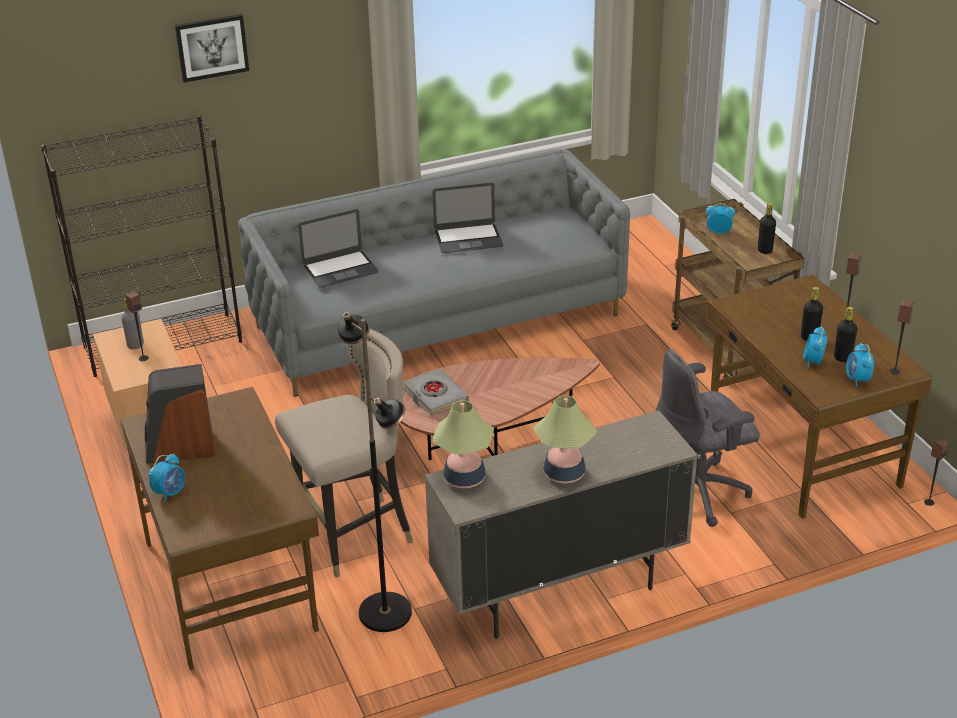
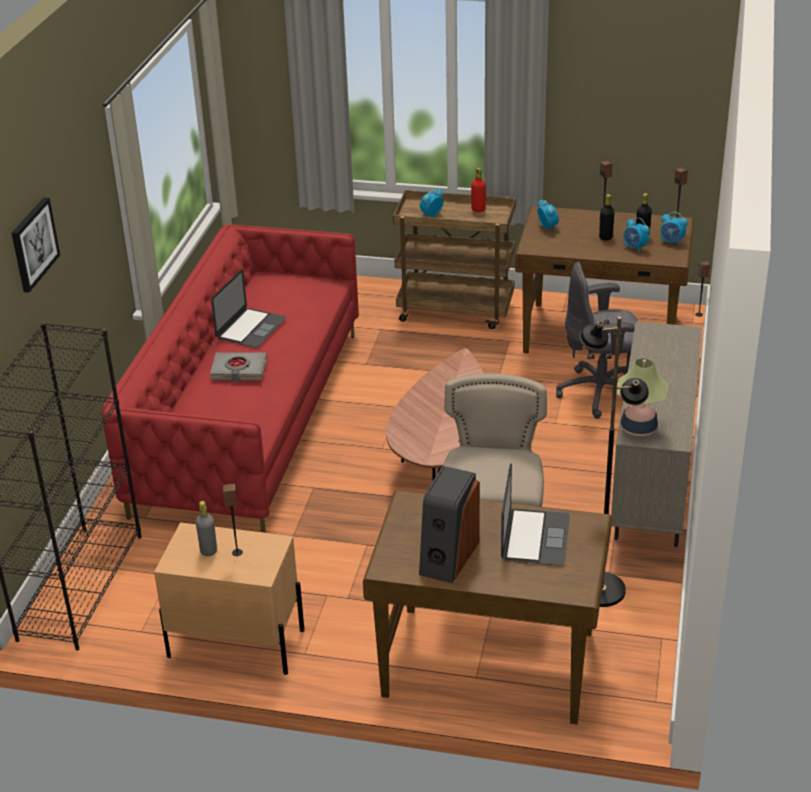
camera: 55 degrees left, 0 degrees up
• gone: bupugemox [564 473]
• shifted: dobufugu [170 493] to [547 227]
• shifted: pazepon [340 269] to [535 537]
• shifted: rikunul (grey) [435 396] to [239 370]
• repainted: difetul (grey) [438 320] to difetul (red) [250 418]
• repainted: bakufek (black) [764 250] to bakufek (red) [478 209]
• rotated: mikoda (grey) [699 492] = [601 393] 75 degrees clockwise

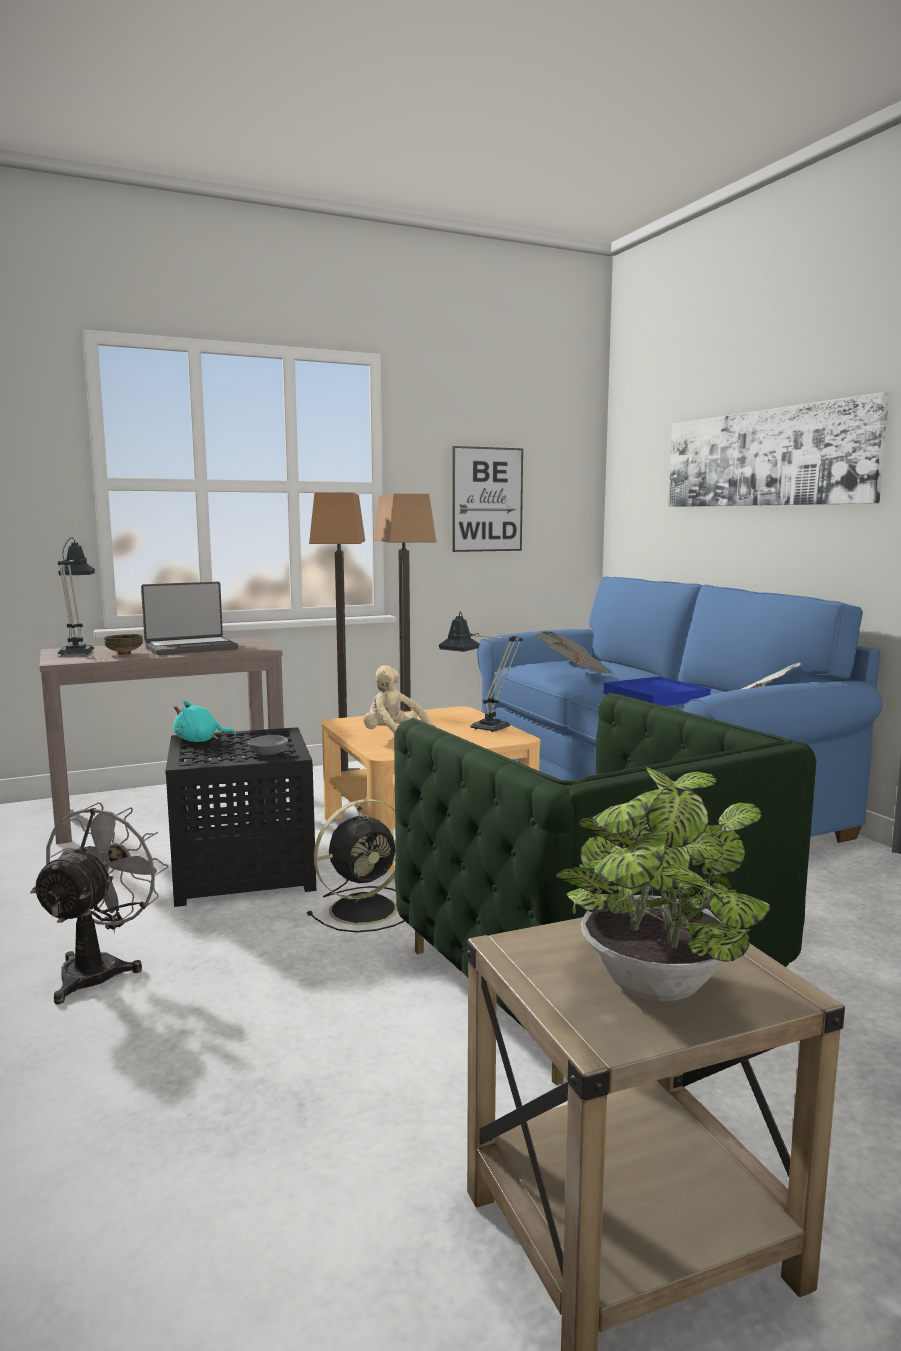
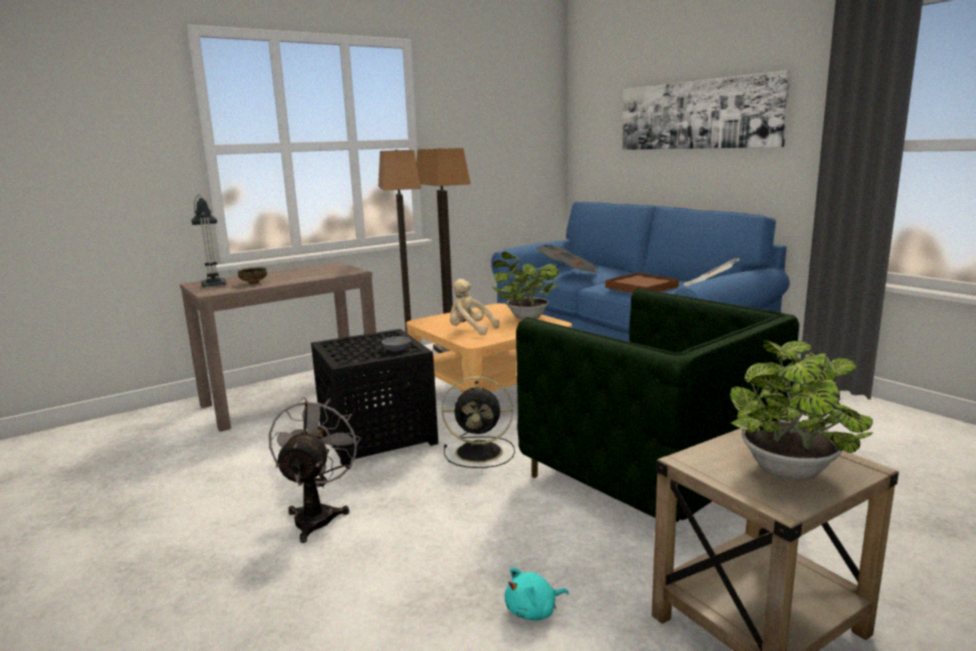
camera: 10 degrees left, 5 degrees up
• gone: pazepon [191 648]
• gone: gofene [487 499]
• shifted: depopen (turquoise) [200 741] to [534 611]
• swapped: bupugemox [482 727] to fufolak [525 317]
• repainted: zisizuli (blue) [655 696] to zisizuli (brown) [641 287]
• rotated: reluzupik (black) [366 909] = [481 452] 45 degrees clockwise

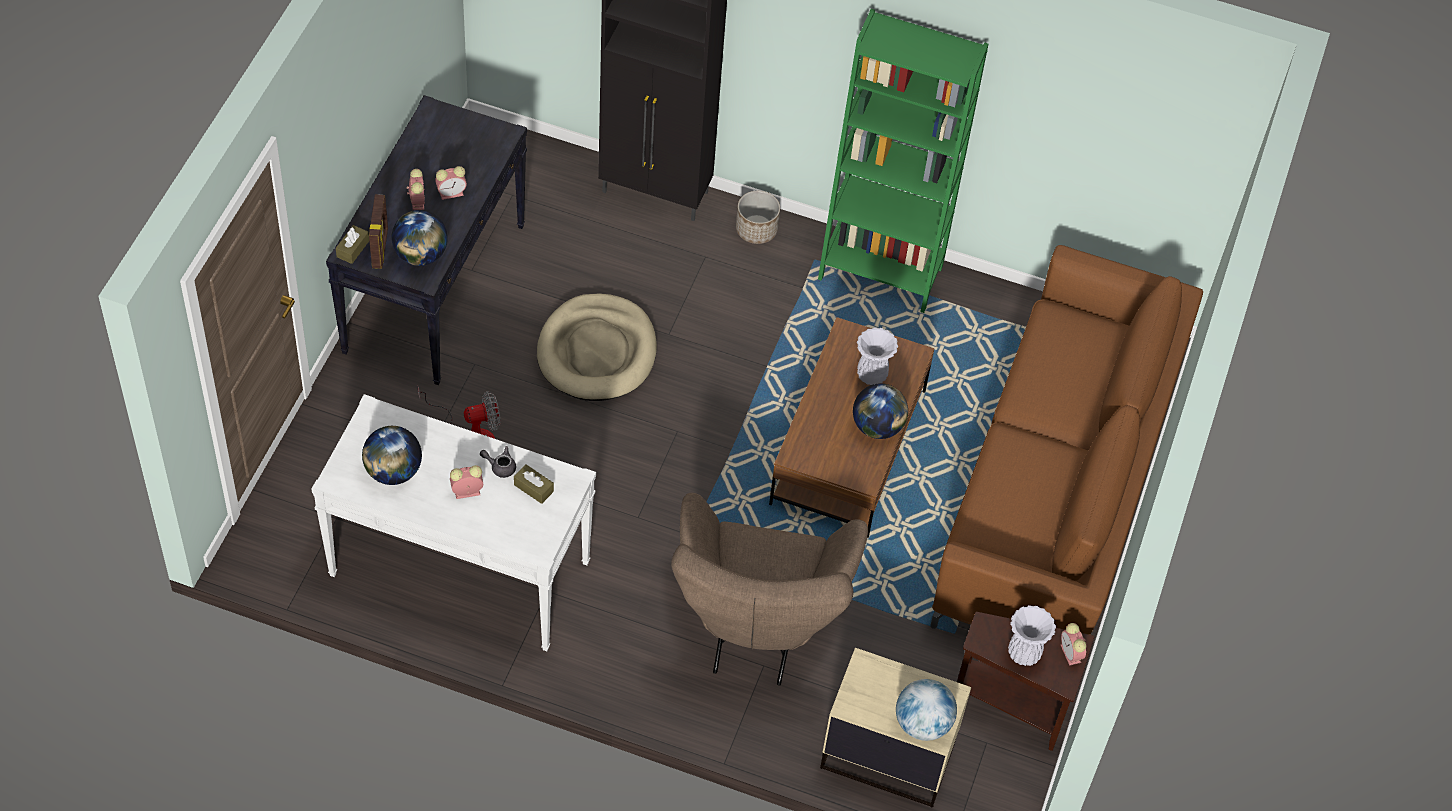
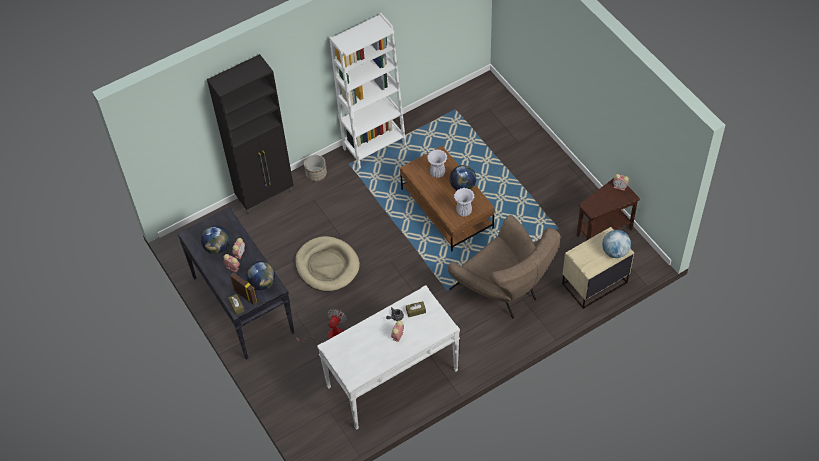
camera: 45 degrees left, 0 degrees up
• gone: difetul (brown) [1054 494]
• shifted: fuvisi [393 471] to [217 247]
• shifted: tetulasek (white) [1023 654] to [463 212]
• repainted: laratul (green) [880 272] to laratul (white) [374 146]

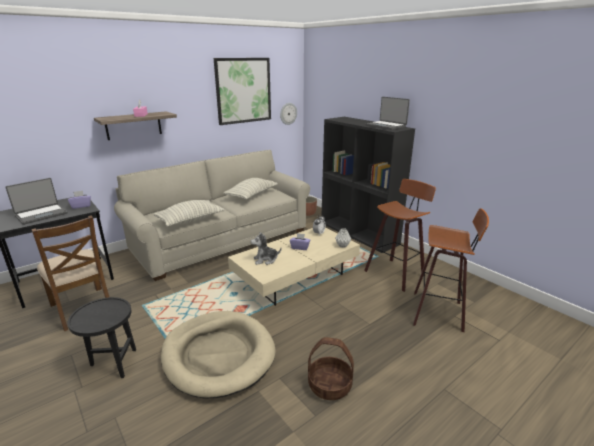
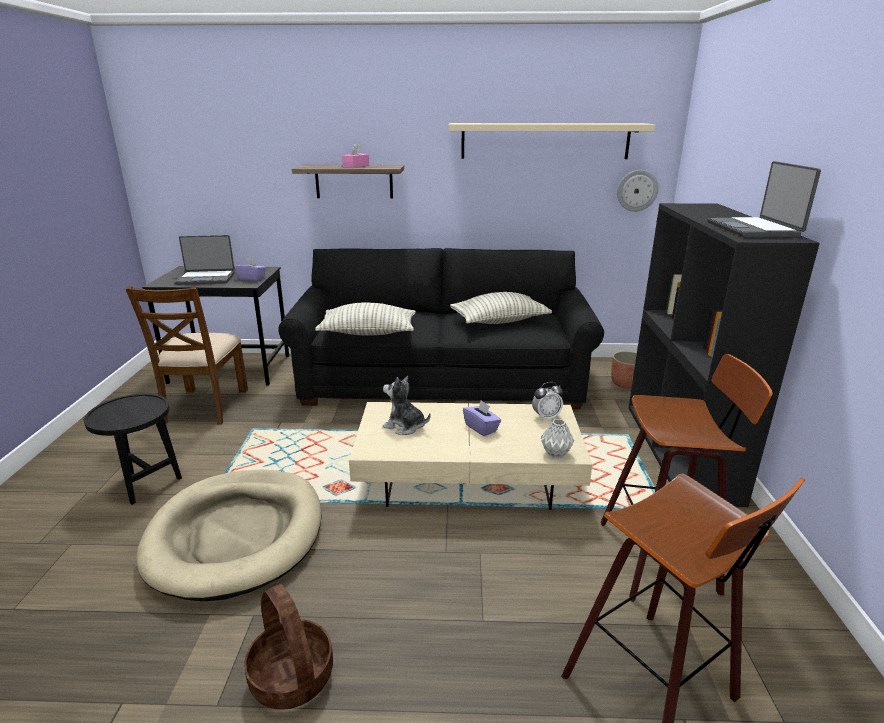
camera: 40 degrees right, 0 degrees up
• swapped: gofene [243 90] to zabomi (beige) [545 141]
• repainted: difetul (beige) [221 240] to difetul (black) [442 380]

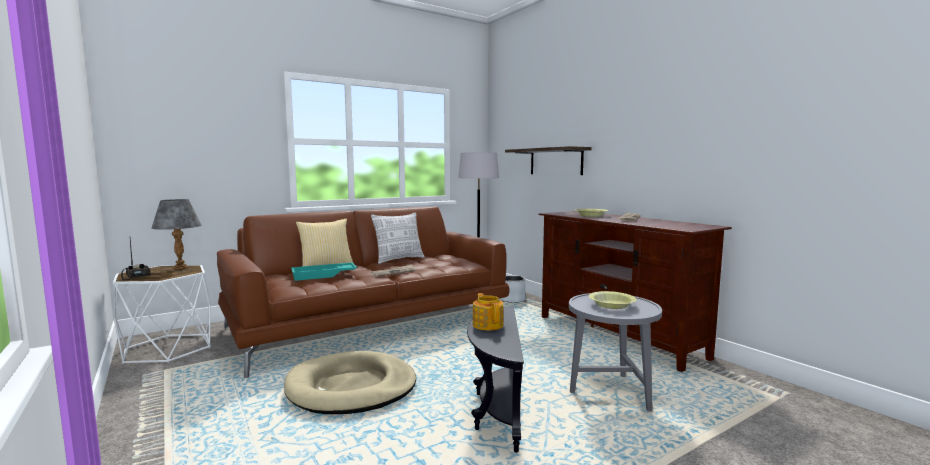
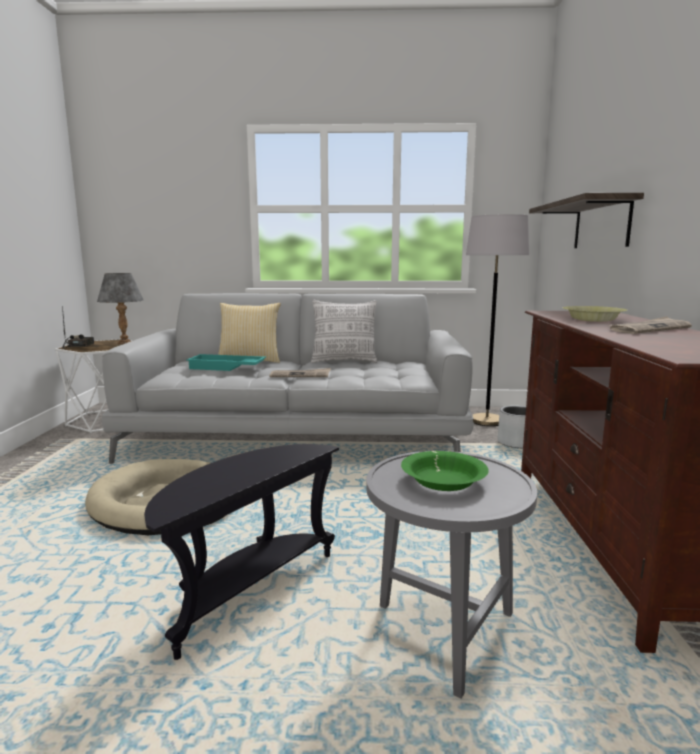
camera: 35 degrees right, 5 degrees up
• gone: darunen [488 325]
• repainted: difetul (brown) [371 323] to difetul (grey) [299 435]
• repainted: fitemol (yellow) [611 305] to fitemol (green) [443 481]

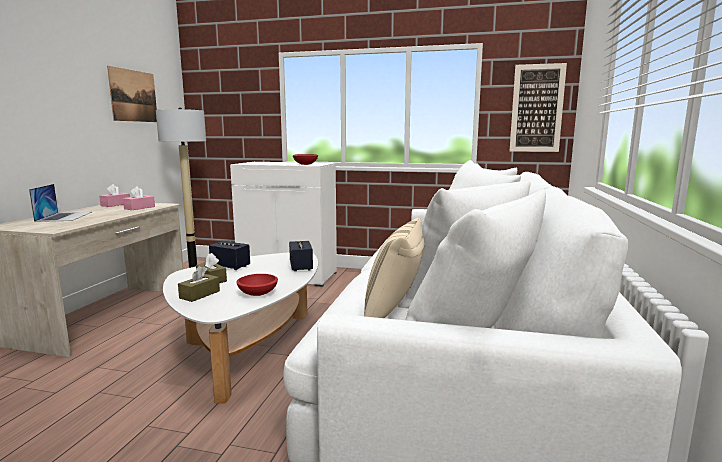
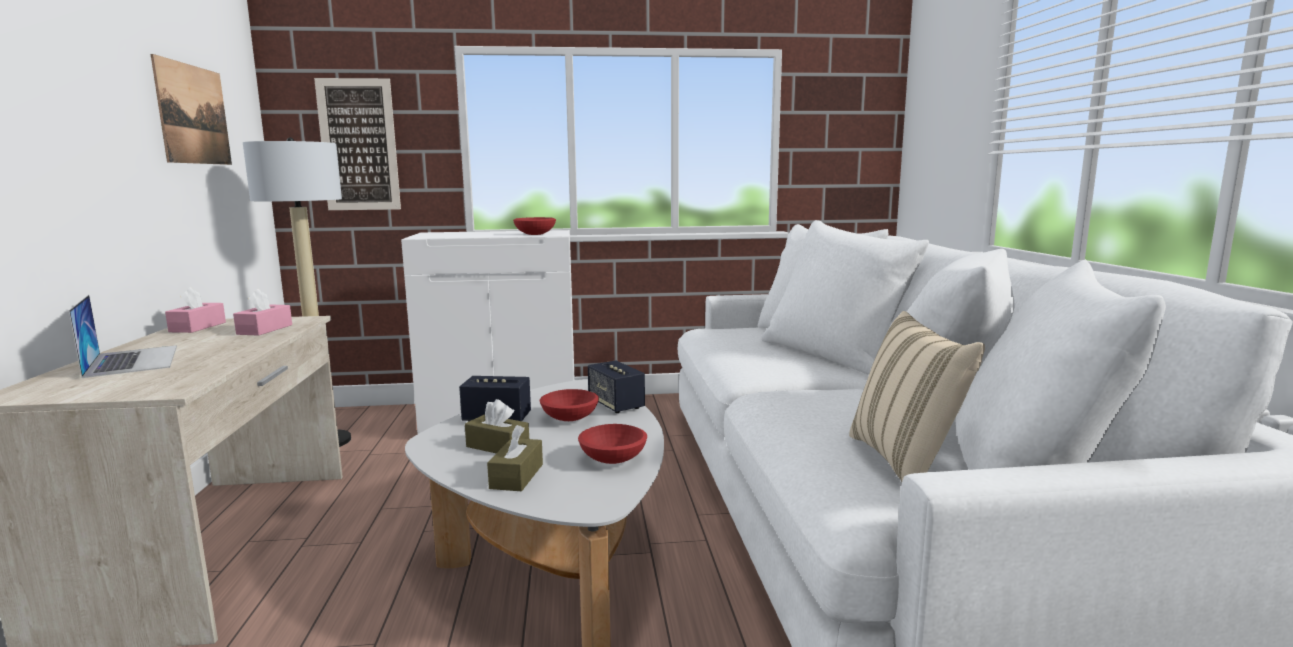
camera: 20 degrees left, 0 degrees up
• new: fitemol (red) [569 418]
• shifted: gofene [537 108] to [359 145]

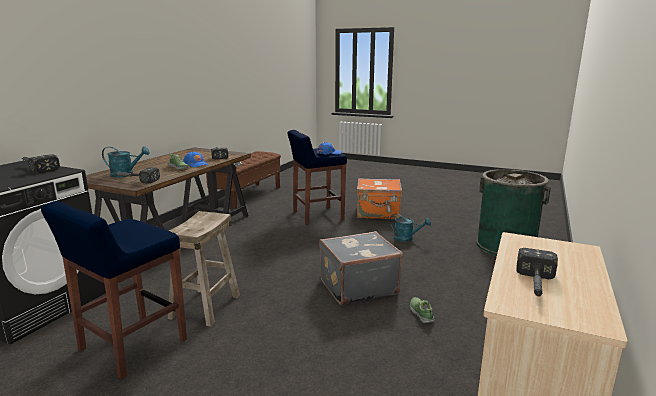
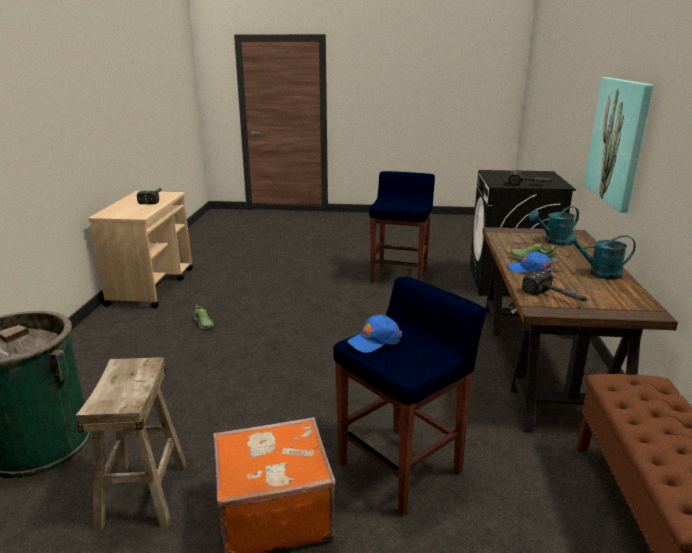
camera: 160 degrees right, 5 degrees up
• gone: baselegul [135 180]
• gone: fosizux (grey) [357 286]
• new: gofene [618 141]
• shifted: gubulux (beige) [206 306] to [142 494]
• shifted: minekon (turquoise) [407 239] to [598 273]

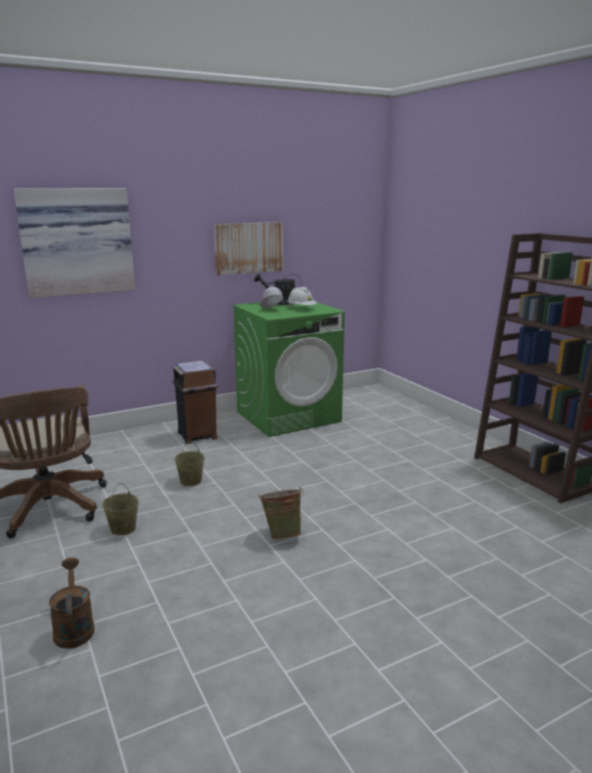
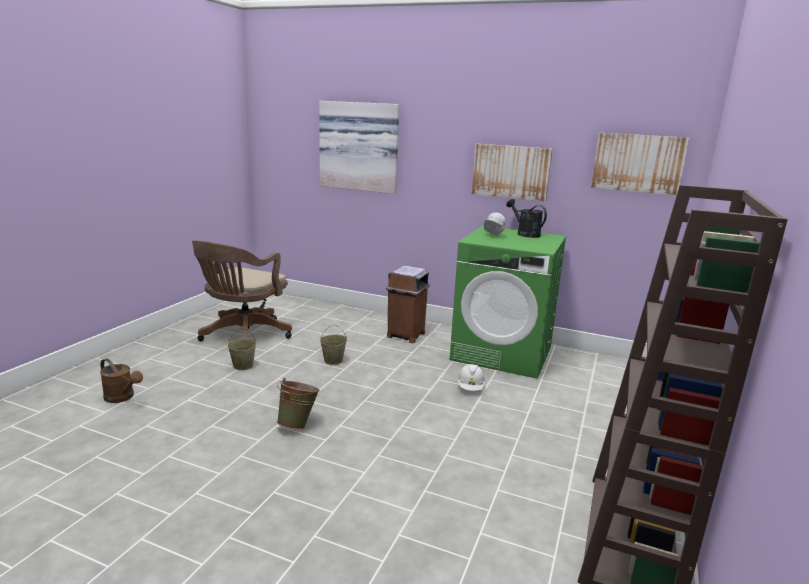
camera: 50 degrees right, 0 degrees up
• new: gofene [638 163]
• shifted: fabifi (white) [301 308] to [470 388]
• rotated: minekon (brown) [73 627] = [122 398] 90 degrees clockwise

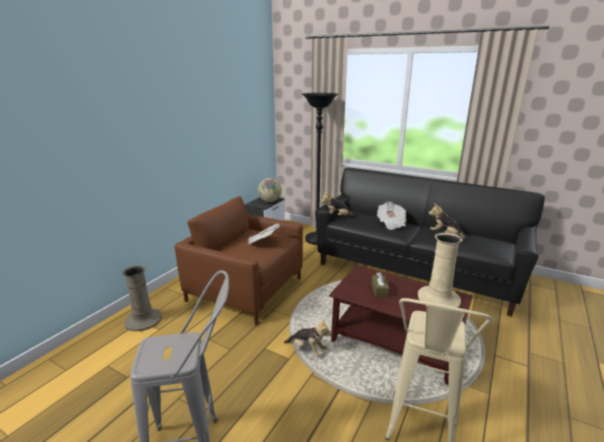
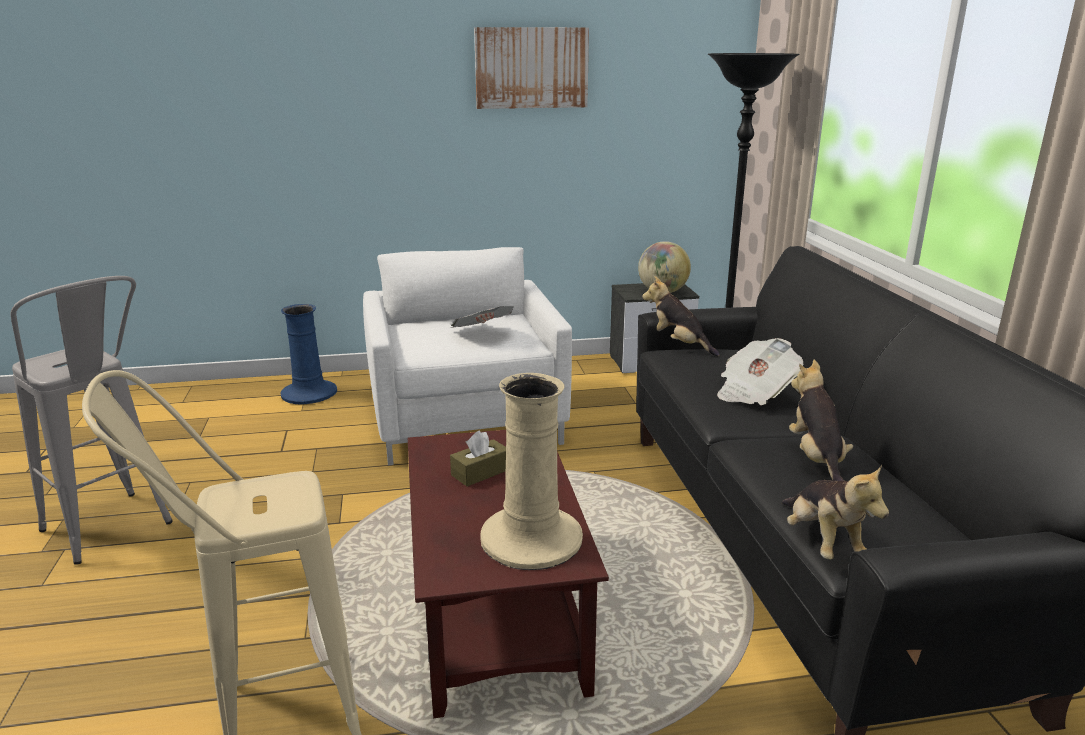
camera: 50 degrees right, 0 degrees up
• new: gofene [531 68]
• shifted: depopen [307 350] to [822 543]
• repainted: tetulasek (beige) [143 320] to tetulasek (blue) [309 393]
• repainted: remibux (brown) [246 289] to remibux (white) [465 419]

